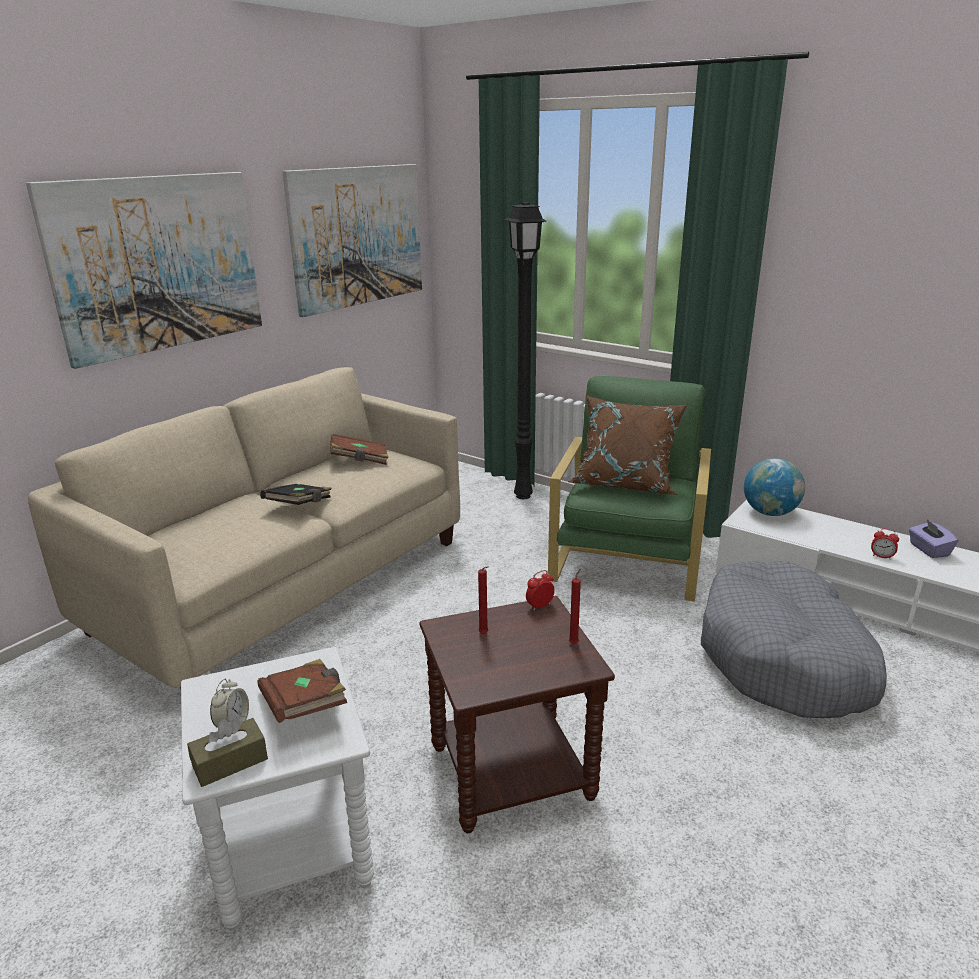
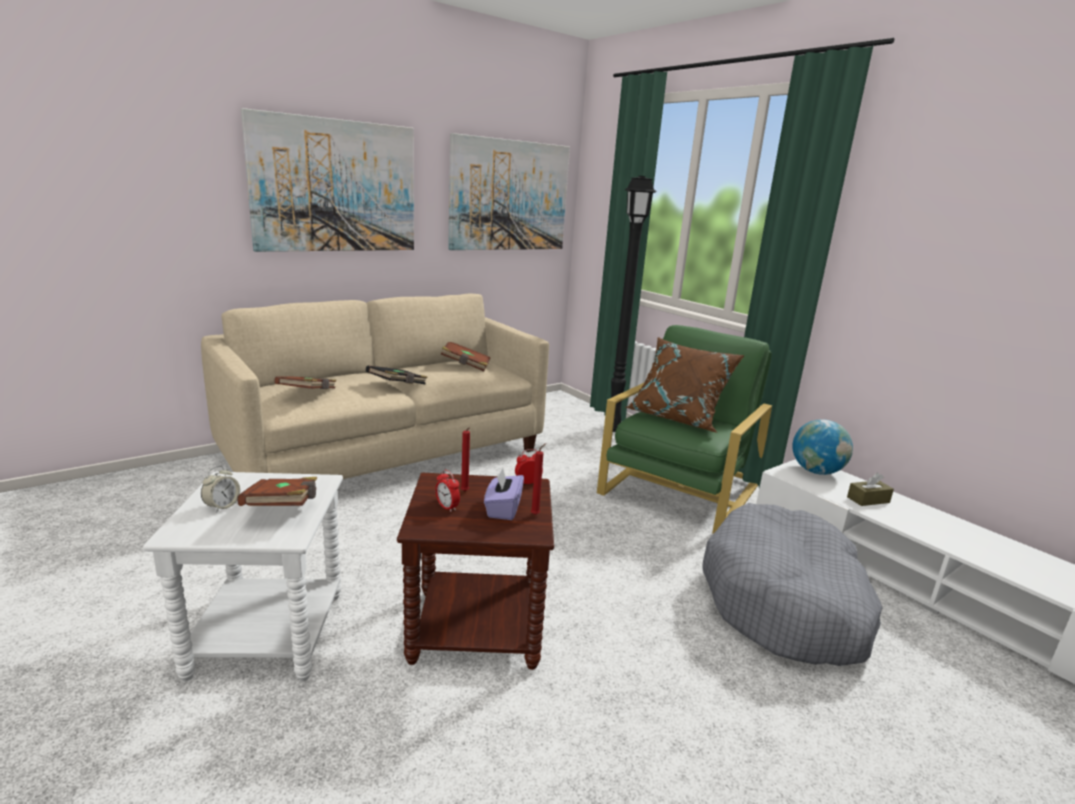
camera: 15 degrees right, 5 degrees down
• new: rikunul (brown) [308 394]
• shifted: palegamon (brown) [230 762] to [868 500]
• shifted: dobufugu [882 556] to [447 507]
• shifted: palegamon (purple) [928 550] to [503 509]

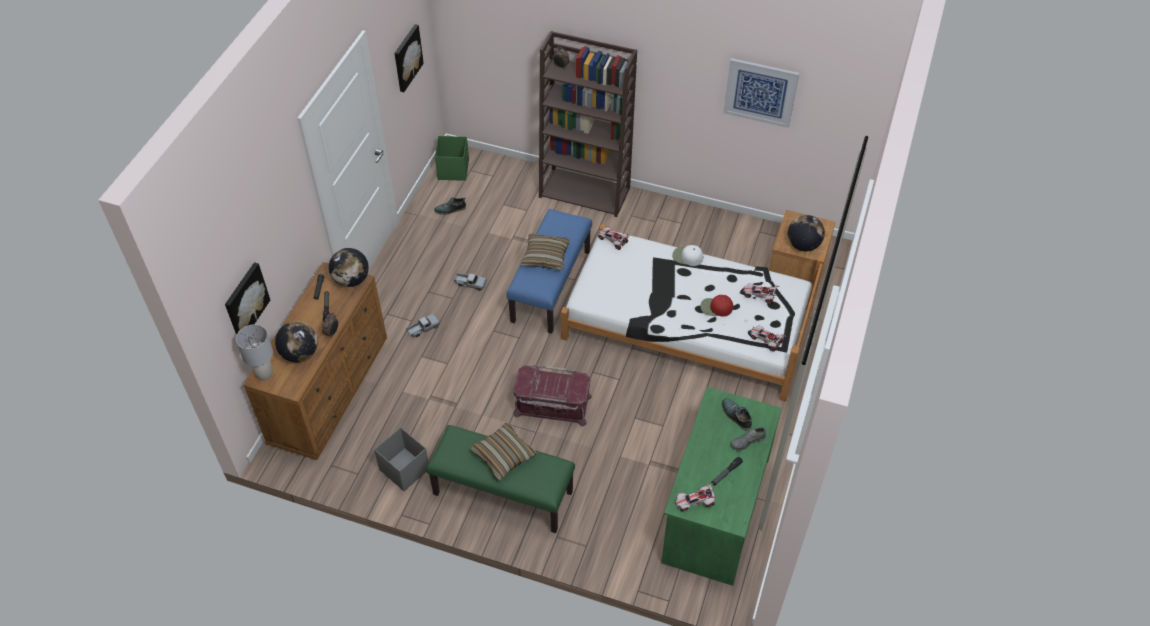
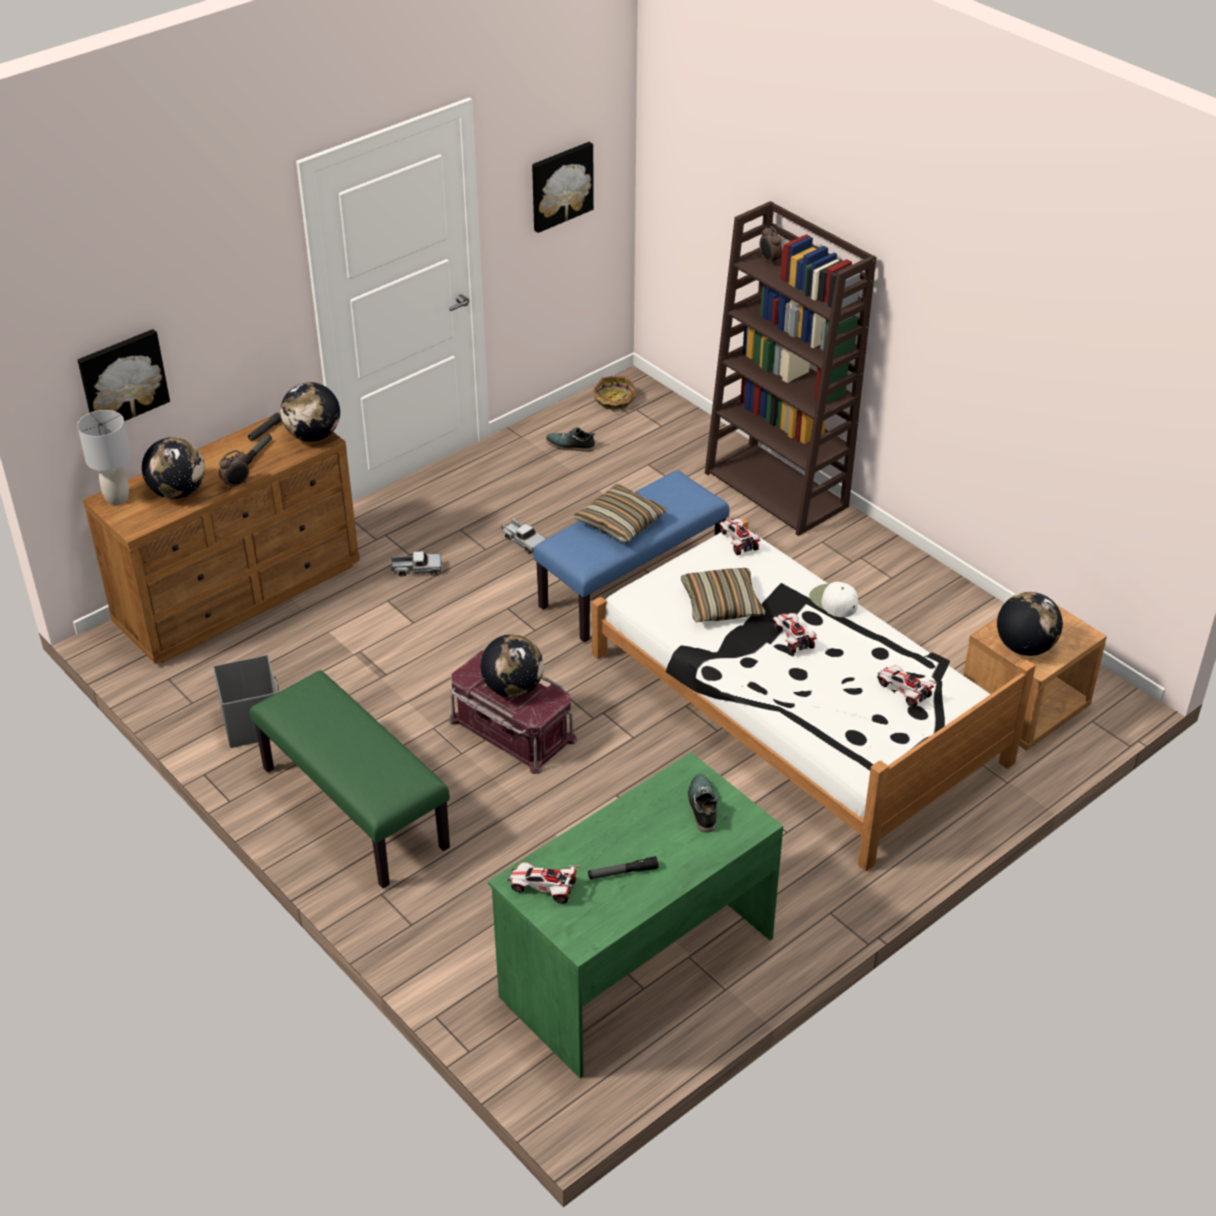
camera: 30 degrees right, 10 degrees down
• gone: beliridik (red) [716 308]
• gone: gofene [760 92]
• gone: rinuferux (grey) [747 442]
• new: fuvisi [513 688]
• shifted: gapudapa [503 455] to [721 604]
• shifted: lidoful [765 341] to [792 638]
• swapped: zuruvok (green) [453 169] to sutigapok [614 401]

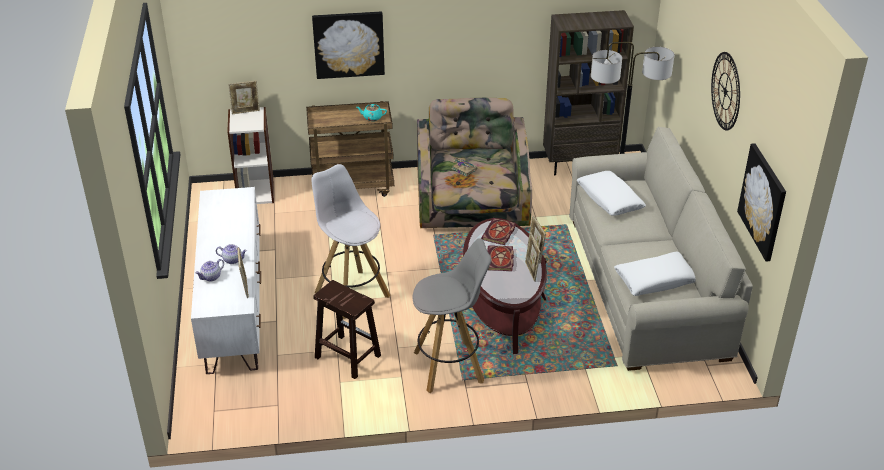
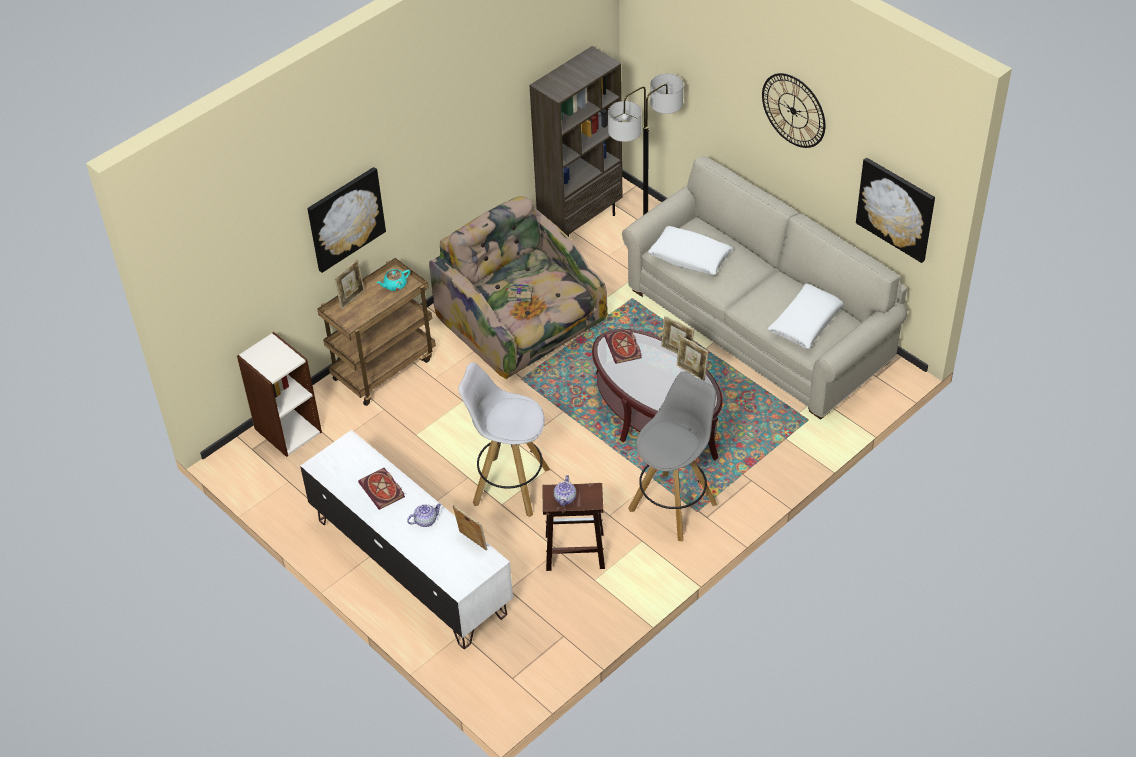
camera: 35 degrees left, 10 degrees up
• shifted: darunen [211 277] to [565 498]
• shifted: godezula [246 111] to [352 298]
• shifted: rikunul [500 260] to [383 490]

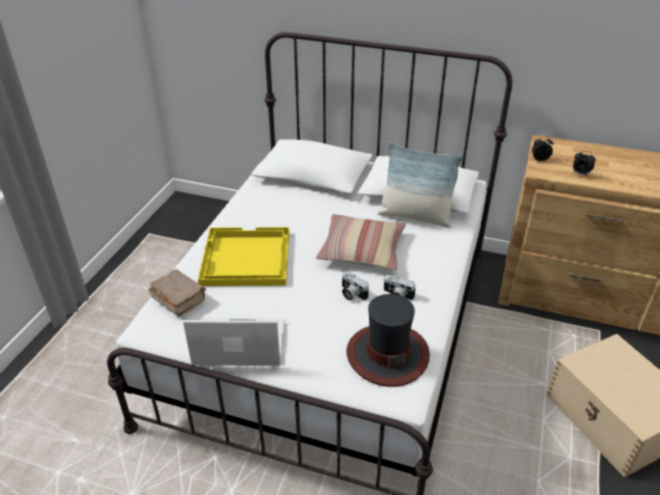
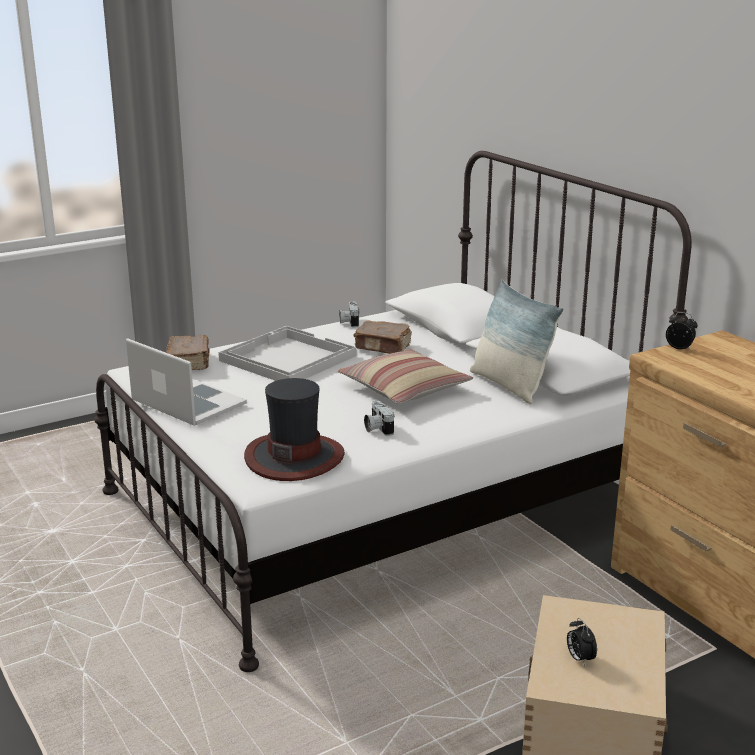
camera: 40 degrees right, 15 degrees down
• new: rikunul (brown) [383 347]
• shifted: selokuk [351 294] to [349 322]
• shifted: dobufugu [580 174] to [579 658]
• repainted: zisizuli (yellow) [245 259] to zisizuli (white) [286 358]

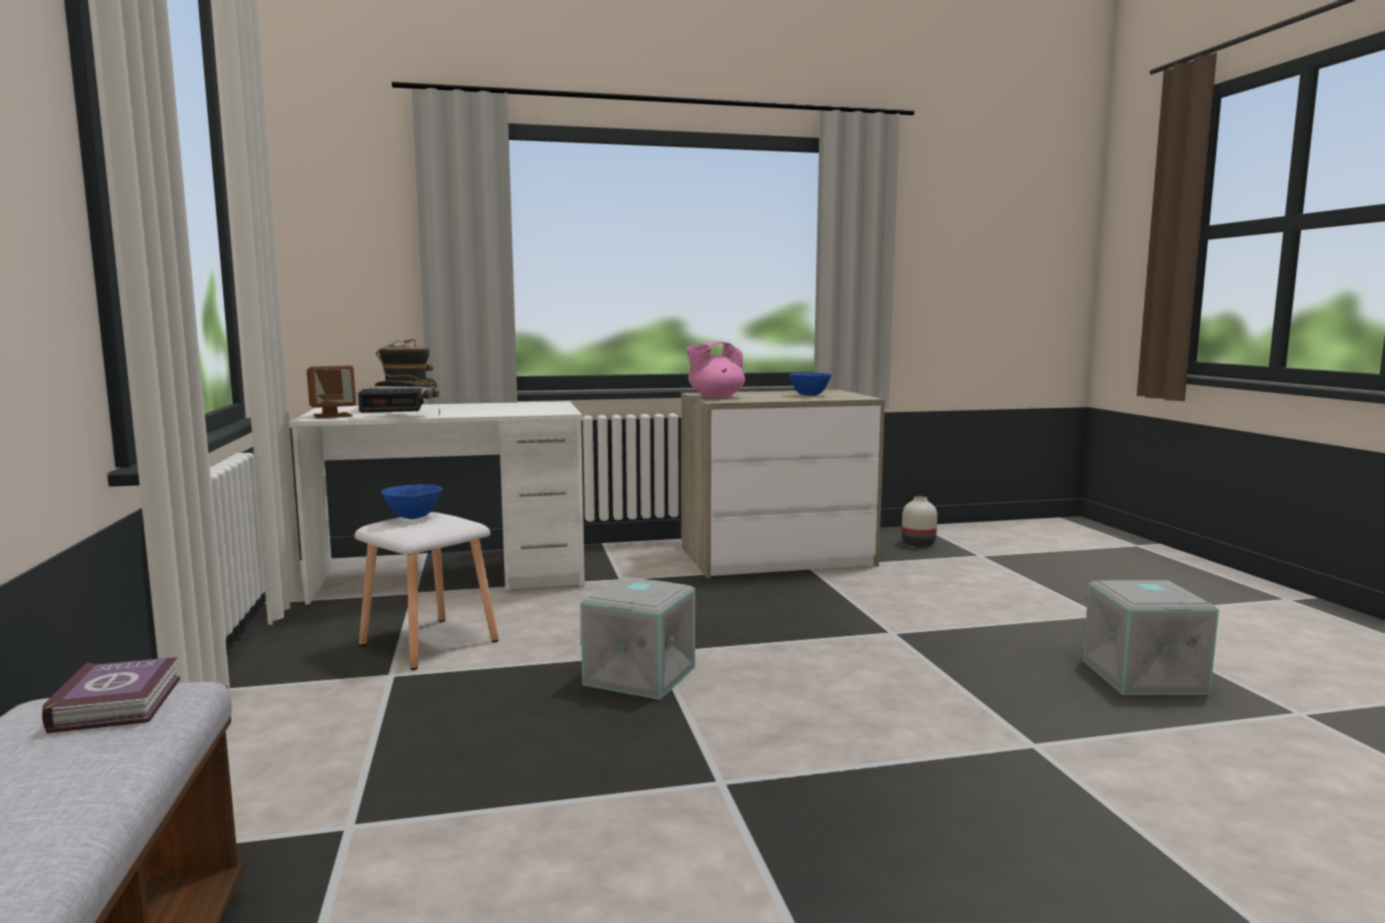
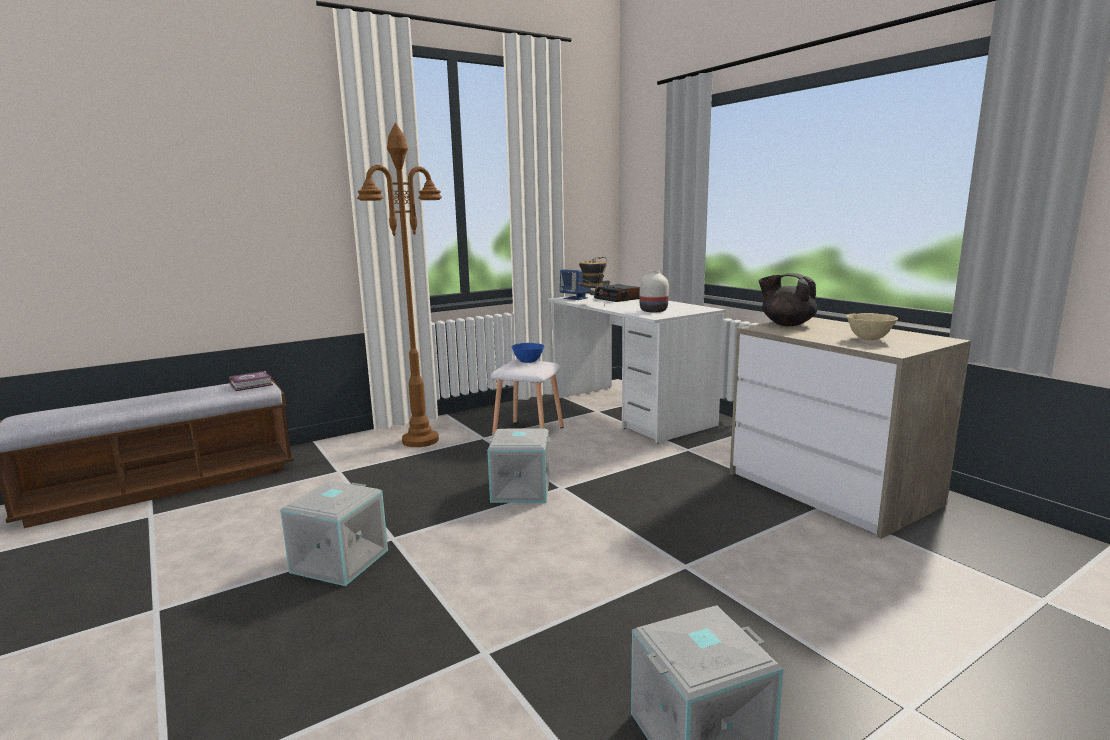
camera: 70 degrees right, 5 degrees up
• new: zuruvok (grey) [339 560]
• new: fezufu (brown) [420 440]
• shifted: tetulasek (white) [919 544] to [653 311]
• repainted: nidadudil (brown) [333 415] to nidadudil (blue) [576 298]
• repainted: darunen (pink) [715 397] to darunen (black) [786 324]
• repainted: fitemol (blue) [810 395] to fitemol (beige) [869 339]

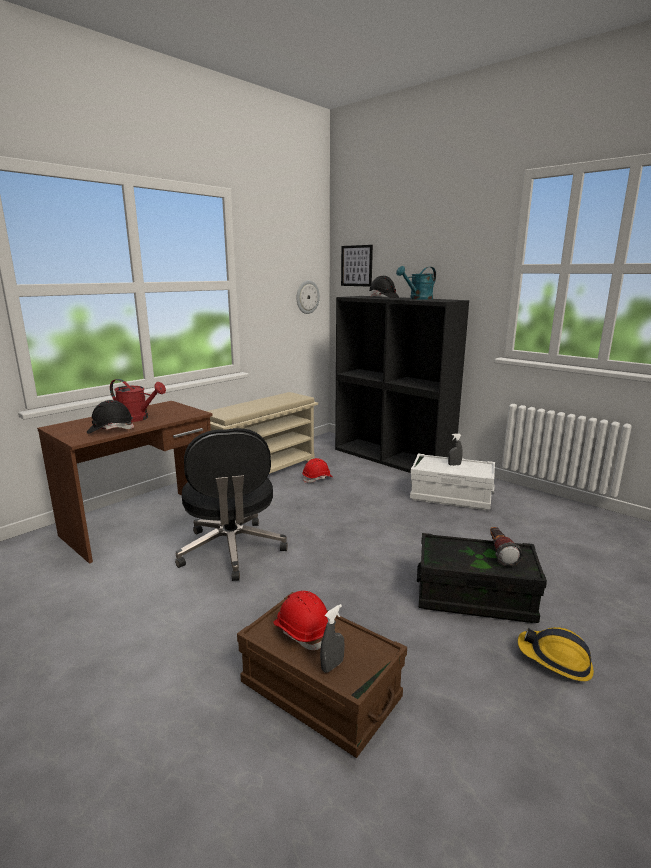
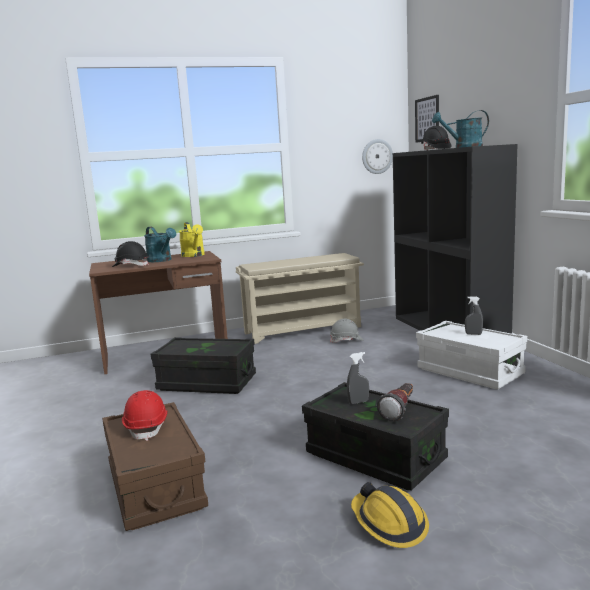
camera: 30 degrees right, 5 degrees down
• new: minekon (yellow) [194 255]
• shifted: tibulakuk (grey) [332 666] to [358 402]
• swapped: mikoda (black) [231 551] to zuruvok (black) [207 383]
• repainted: minekon (red) [138 418] to minekon (turquoise) [162 260]
• repainted: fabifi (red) [317 479] to fabifi (grey) [346 340]

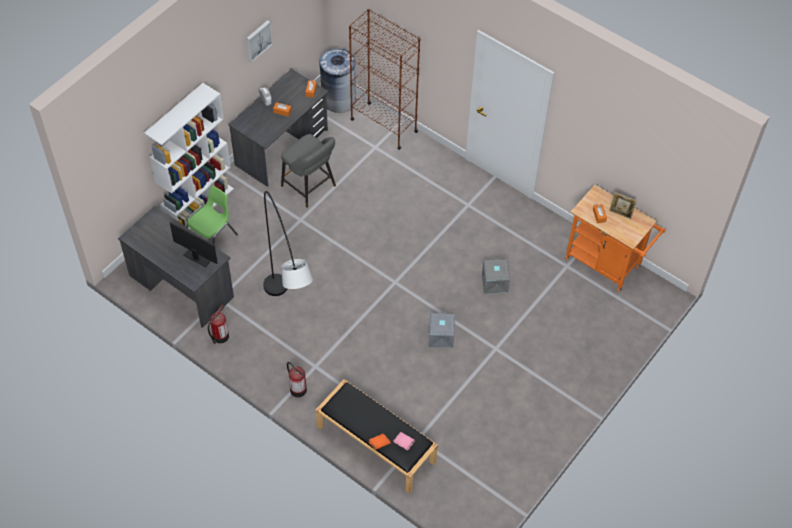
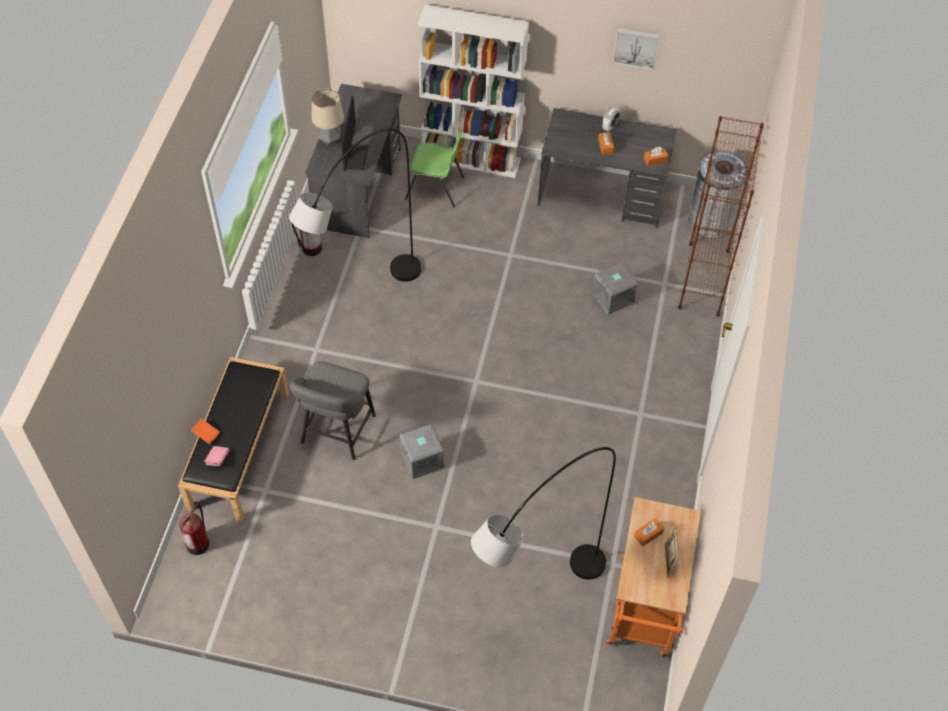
camera: 65 degrees right, 0 degrees up
• new: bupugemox [330 140]
• new: fezufu (grey) [535 601]
• shifted: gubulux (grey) [310 188] to [336 433]
• shifted: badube [297 389] to [198 543]
• shifted: zuruvok (grey) [494 283] to [613 297]

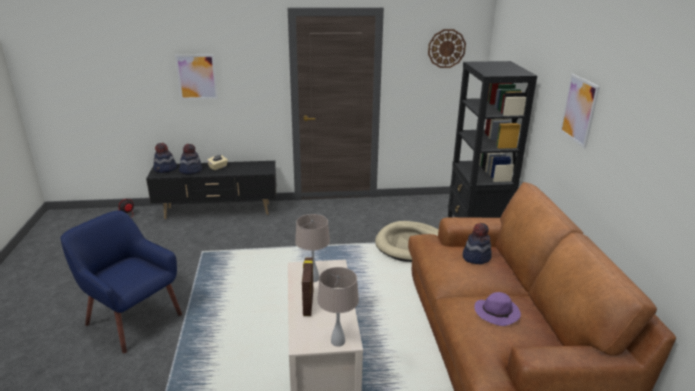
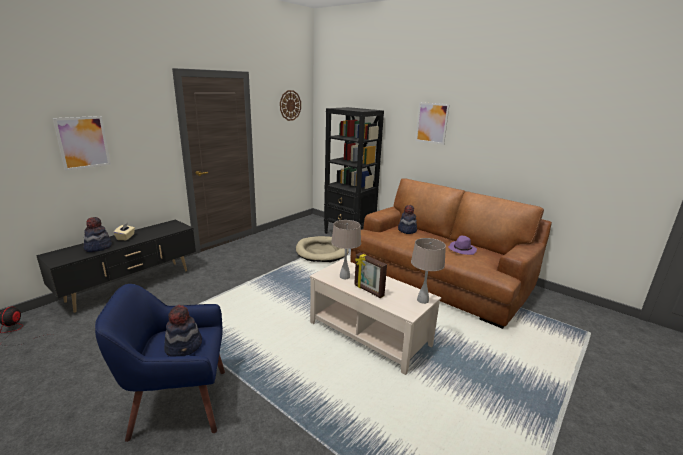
camera: 45 degrees left, 5 degrees down
• shifted: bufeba [165 169] to [184 346]

